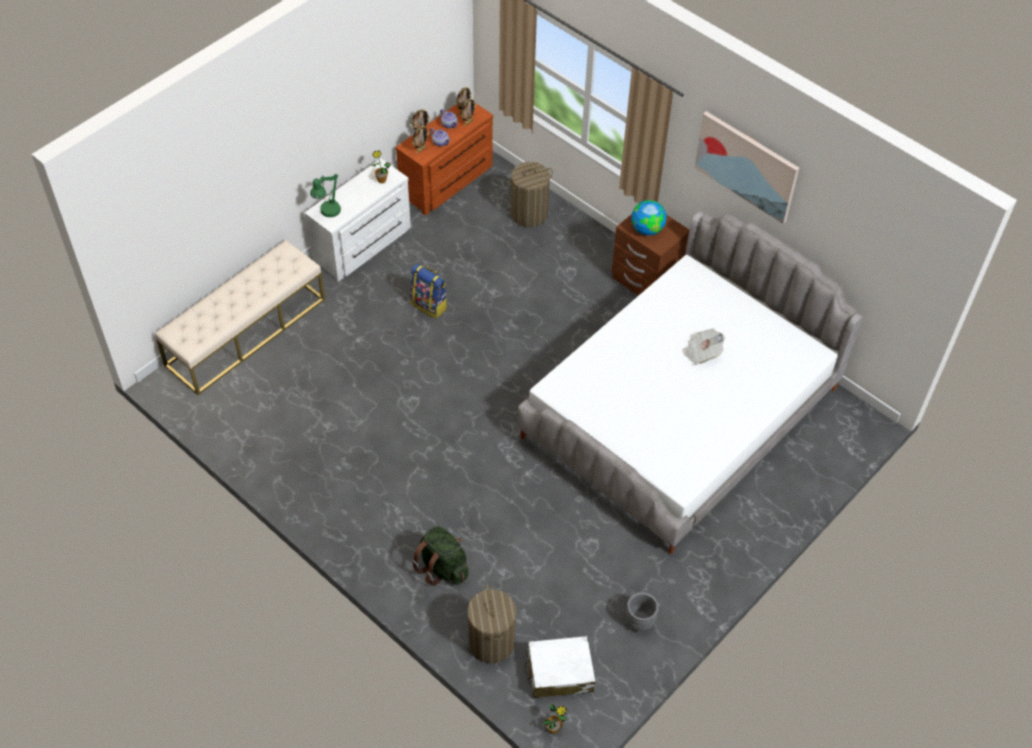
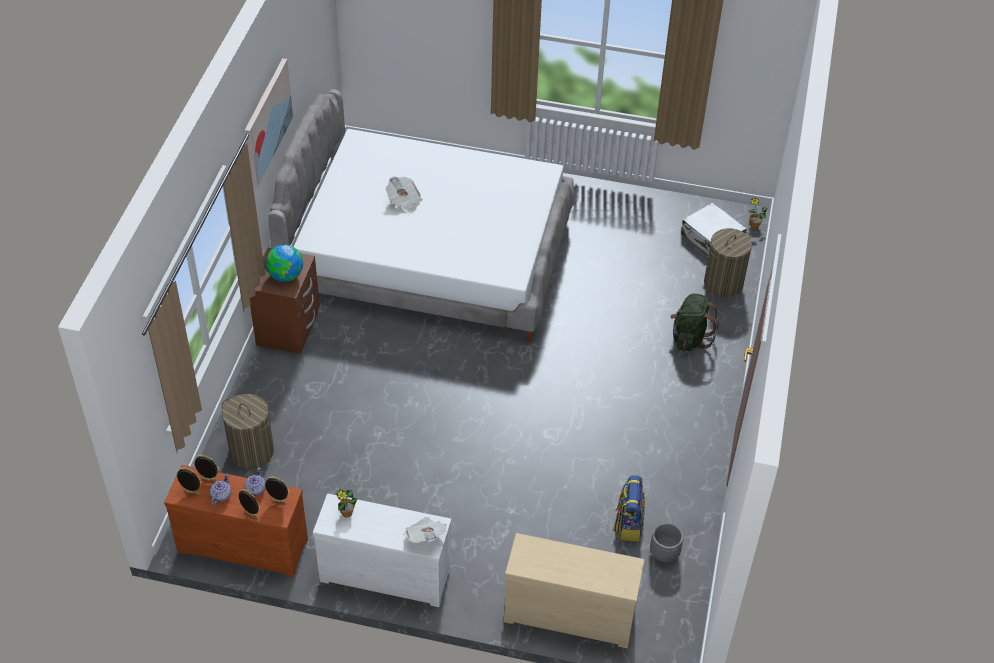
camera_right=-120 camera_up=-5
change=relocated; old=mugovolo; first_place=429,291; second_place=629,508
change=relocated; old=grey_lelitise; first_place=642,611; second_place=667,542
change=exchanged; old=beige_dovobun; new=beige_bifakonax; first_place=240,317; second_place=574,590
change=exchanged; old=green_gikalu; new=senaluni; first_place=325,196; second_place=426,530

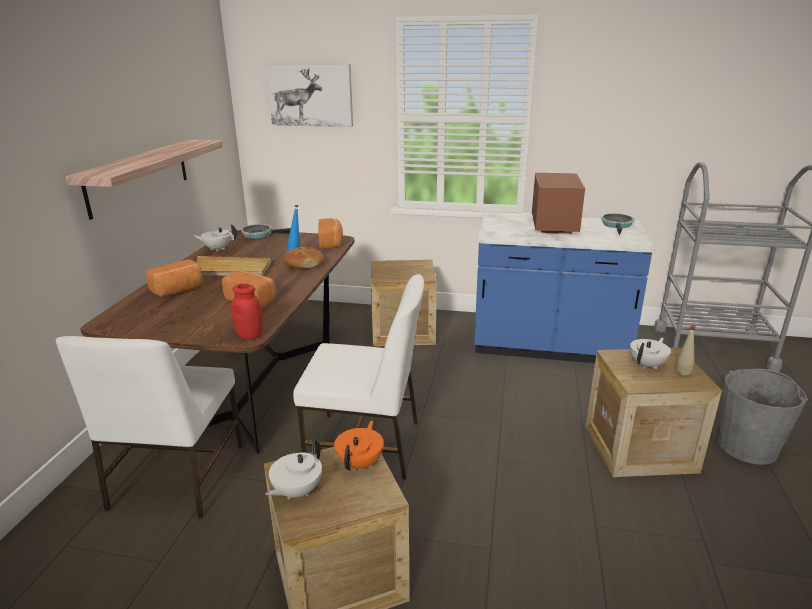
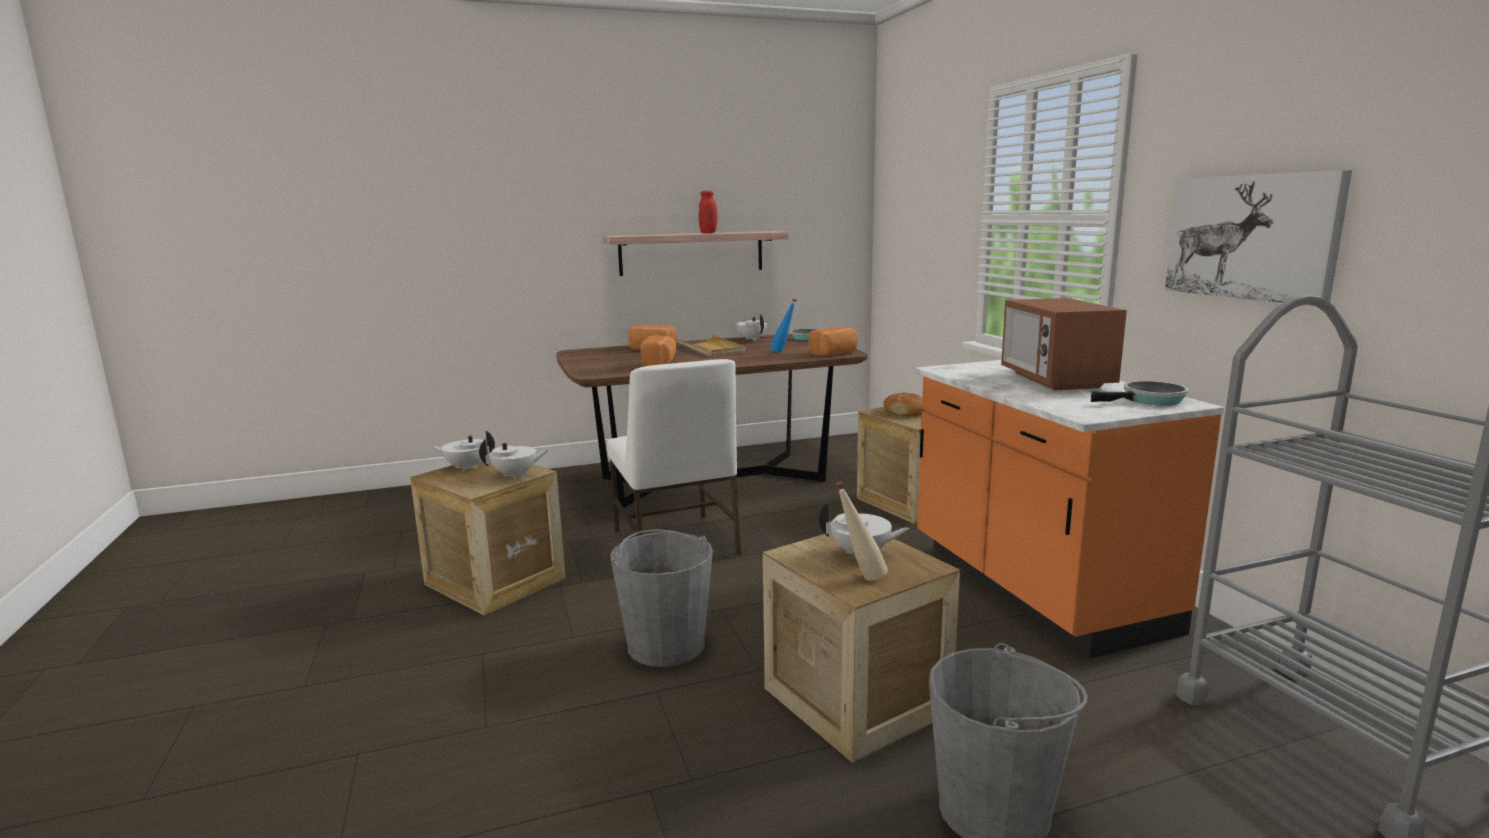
camera_right=60 camera_up=-10
change=missing; old=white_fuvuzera; first_place=149,427
change=appeared; new=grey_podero; second_place=662,598
change=relocated; old=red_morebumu; first_place=247,312; second_place=708,212
change=relocated; old=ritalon; first_place=309,95; second_place=1258,238
change=relocated; old=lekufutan; first_place=304,257; second_place=904,404
change=colour; old=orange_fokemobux; new=white_fokemobux; first_place=359,446; second_place=514,459
change=colour; old=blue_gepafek; new=orange_gepafek; first_place=564,288; second_place=1069,509
change=spun; old=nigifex; first_place=558,203; second_place=1064,344; degrees=105

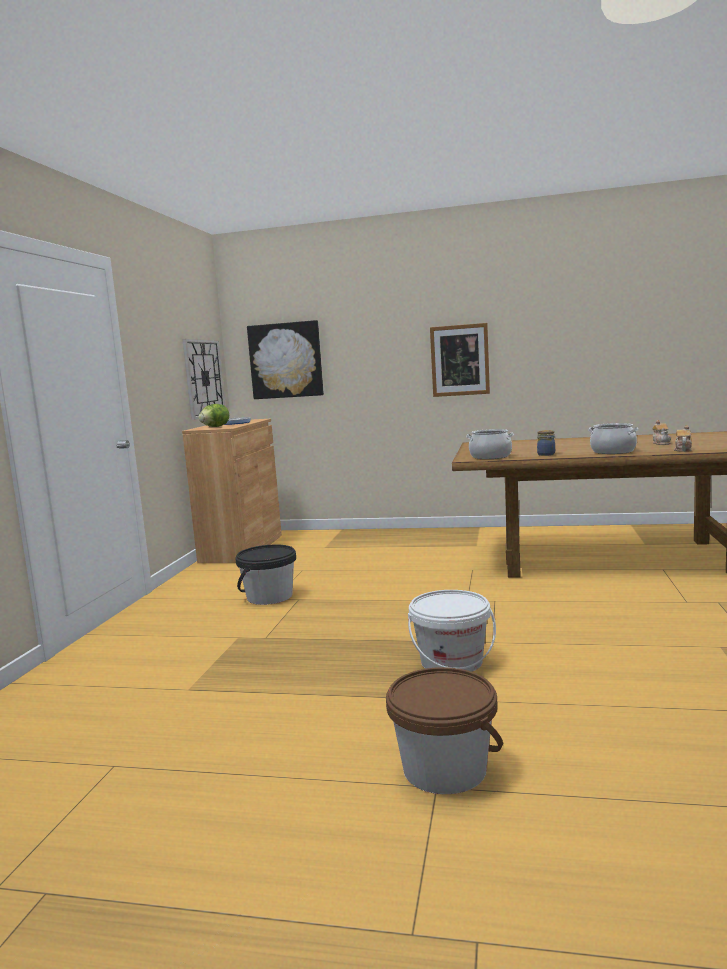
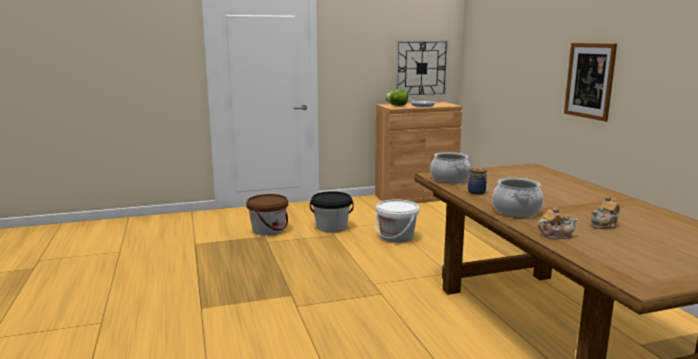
camera_right=60 camera_up=5
change=missing; old=ritalon; first_place=285,359
change=relocated; old=brown_podero; first_place=444,730; second_place=267,215
change=relocated; old=white_podero; first_place=452,631; second_place=397,221

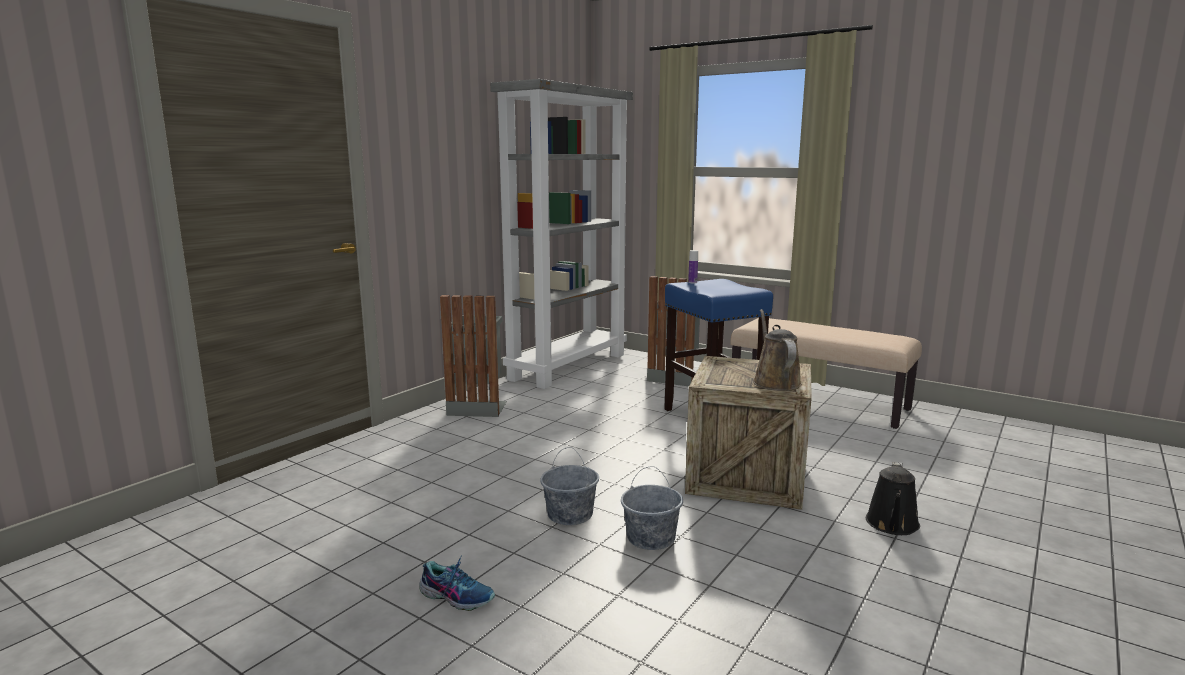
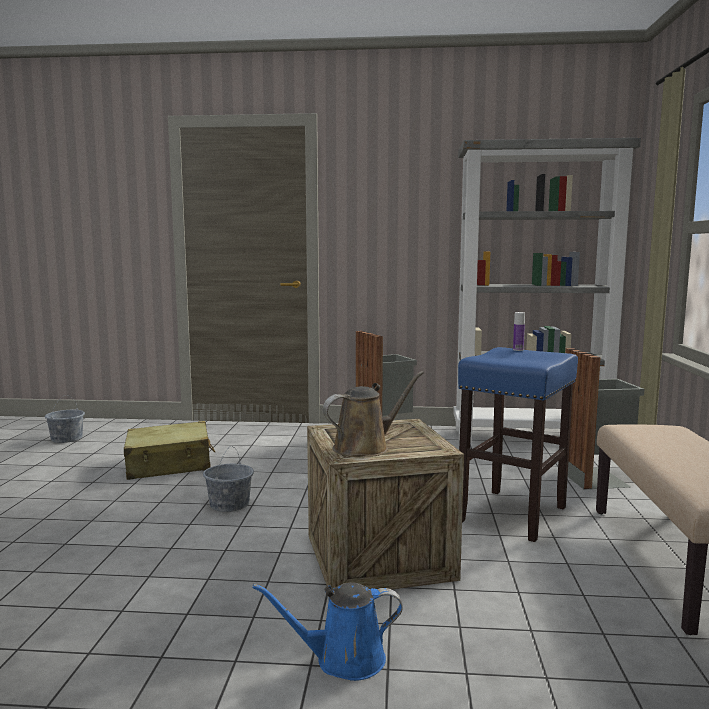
camera_right=60 camera_up=-5
change=missing; old=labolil; first_place=457,583
change=appeared; new=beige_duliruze; second_place=169,450
change=relocated; old=grey_podero; first_place=652,508; second_place=65,419
change=colour; old=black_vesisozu; new=blue_vesisozu; first_place=893,498; second_place=327,631

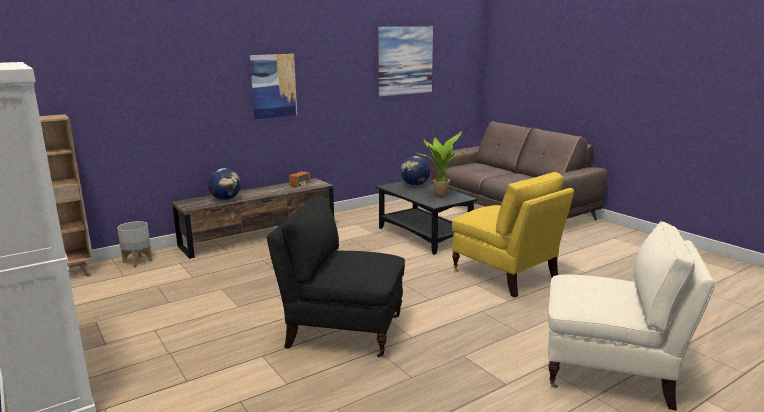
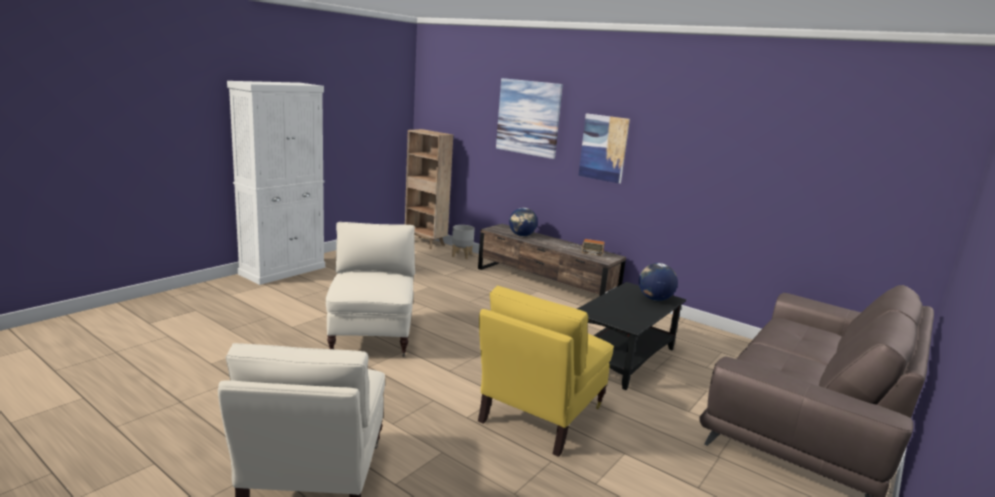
camera_right=70 camera_up=0
change=missing; old=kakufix; first_place=441,164
change=relocated; old=ritalon; first_place=405,61; second_place=529,118
change=colour; old=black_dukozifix; new=beige_dukozifix; first_place=336,276; second_place=370,289

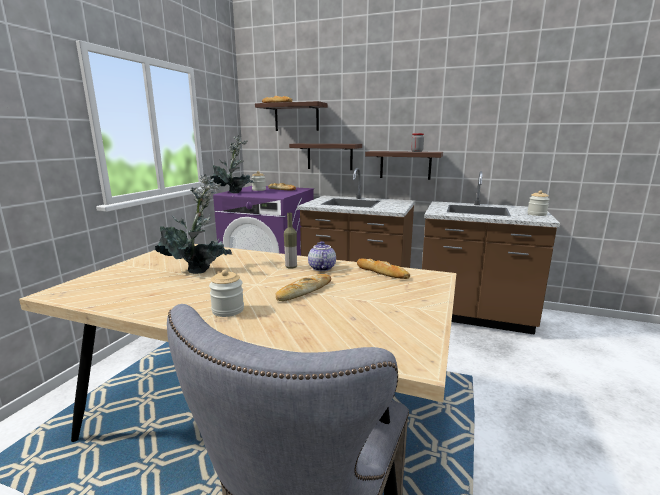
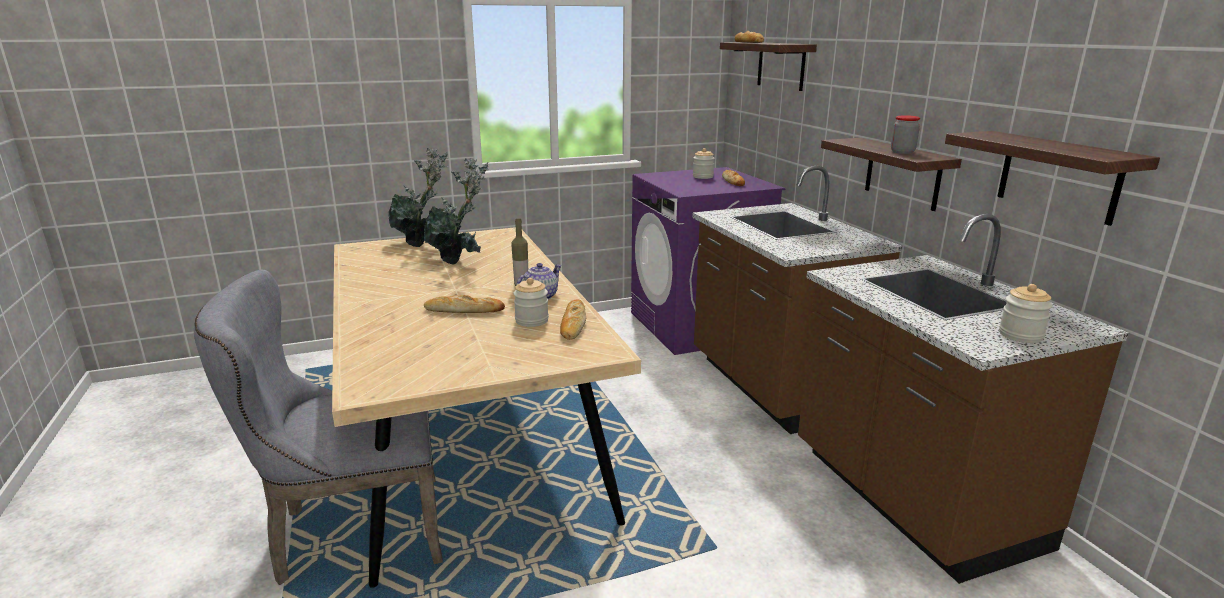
camera_right=50 camera_up=5
change=relocated; old=morebumu; first_place=226,293; second_place=531,302
change=relocated; old=kakufix; first_place=232,164; second_place=418,197
change=relocated; old=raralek; first_place=325,156; second_place=1052,178

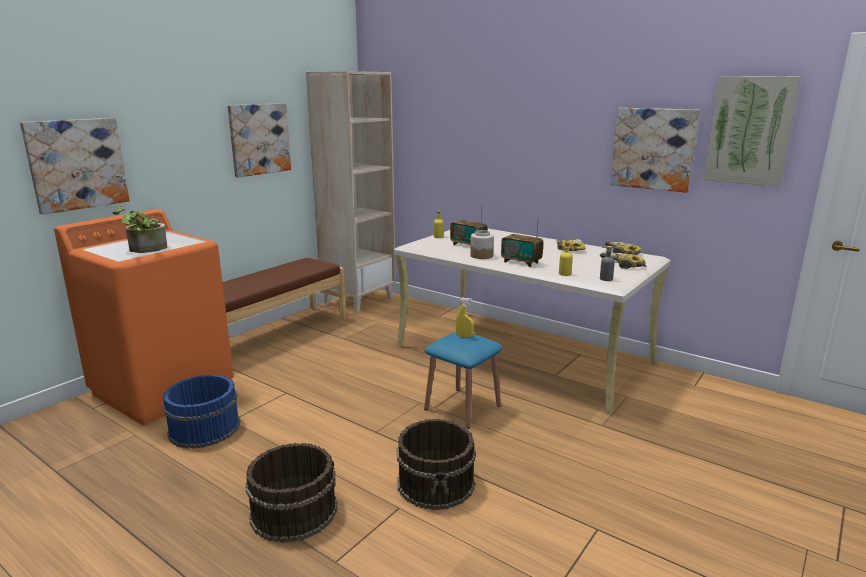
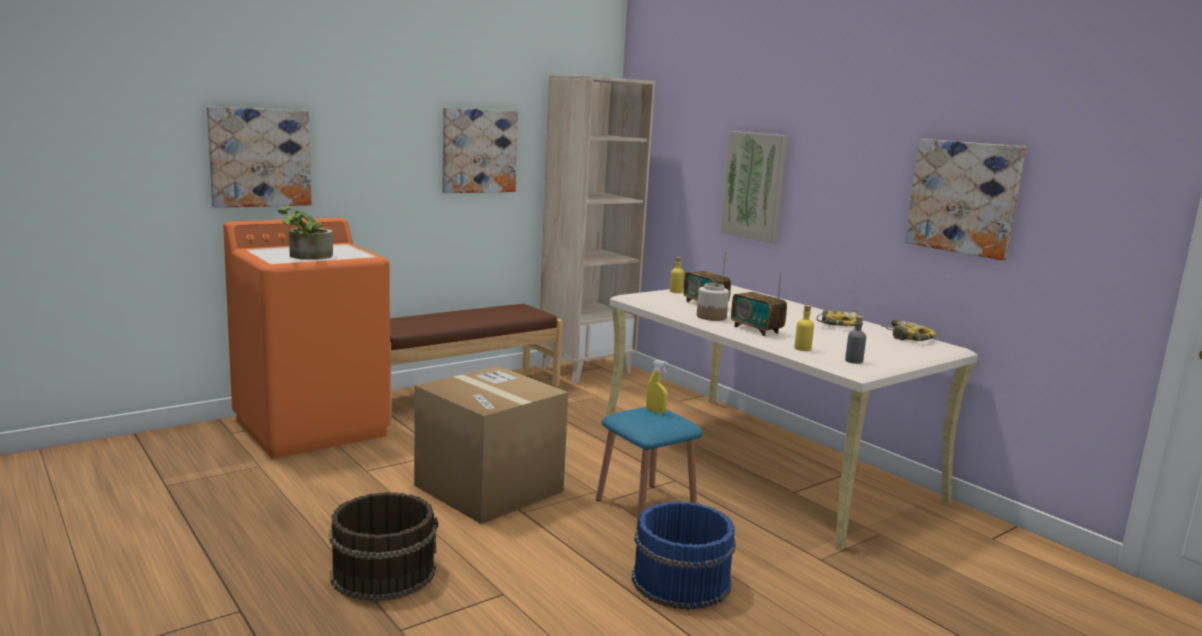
camera_right=15 camera_up=-5
change=missing; old=brown_podero; first_place=436,464
change=missing; old=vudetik; first_place=623,261
change=appeared; new=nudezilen; second_place=491,445
change=relocated; old=blue_podero; first_place=202,412; second_place=684,555
change=relocated; old=ritalon; first_place=752,131; second_place=754,187

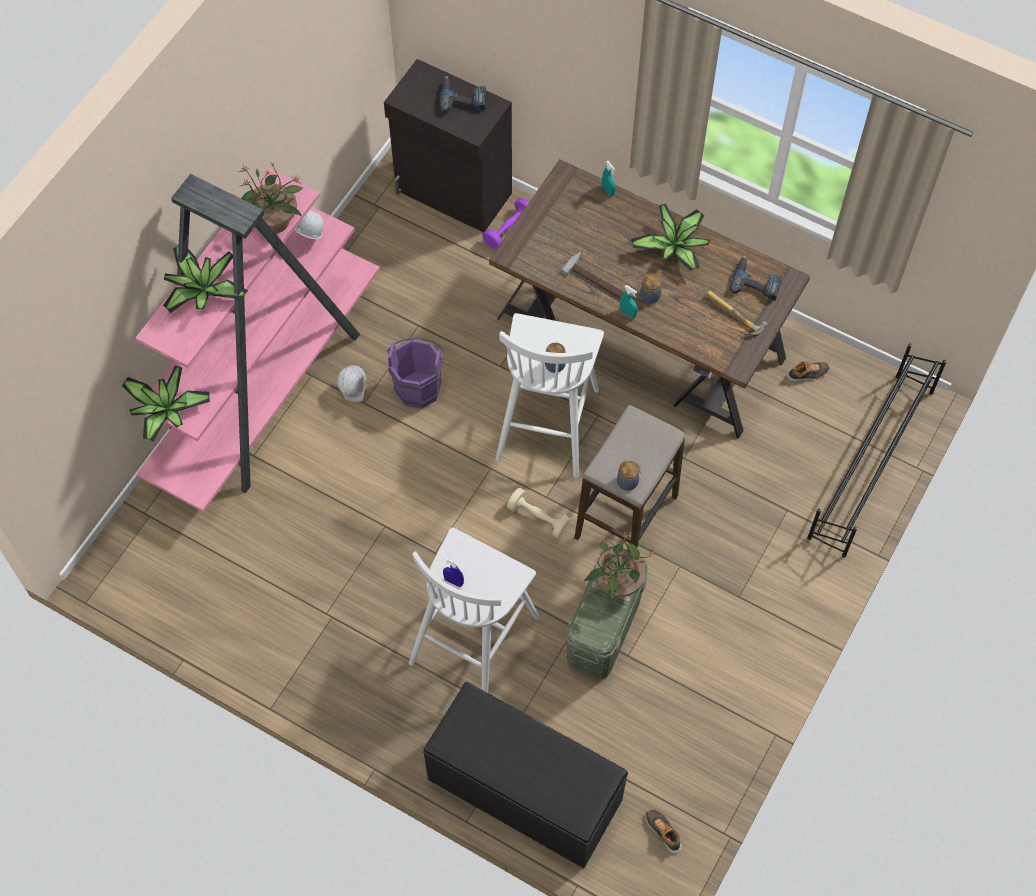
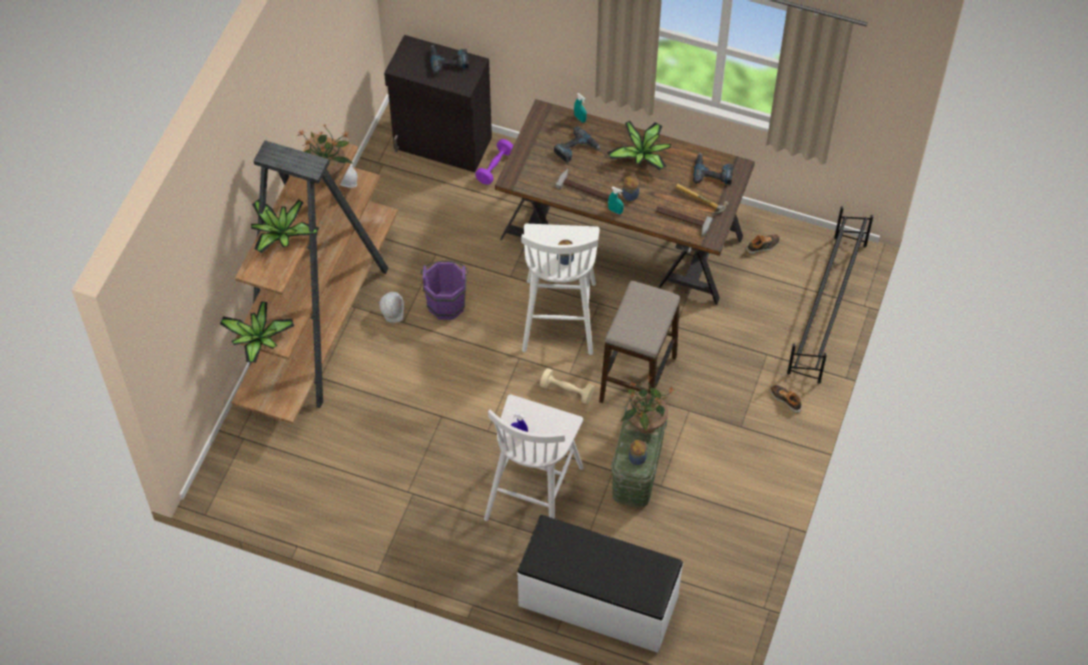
camera_right=-10 camera_up=-5
change=appeared; new=vudetik; second_place=577,144
change=appeared; new=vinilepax; second_place=684,222
change=relocated; old=morebumu; first_place=629,475; second_place=638,452
change=relocated; old=labolil; first_place=663,831; second_place=786,399
change=colour; old=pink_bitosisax; new=brown_bitosisax; first_place=257,340; second_place=314,278
change=colour; old=black_dovobun; new=white_dovobun; first_place=525,775; second_place=600,584

